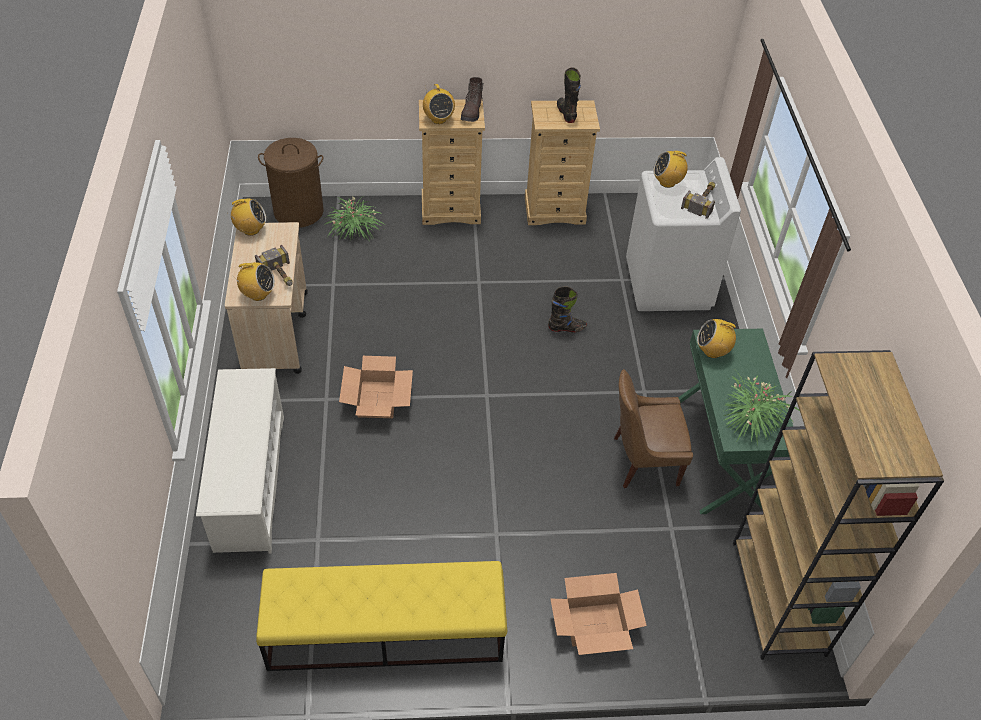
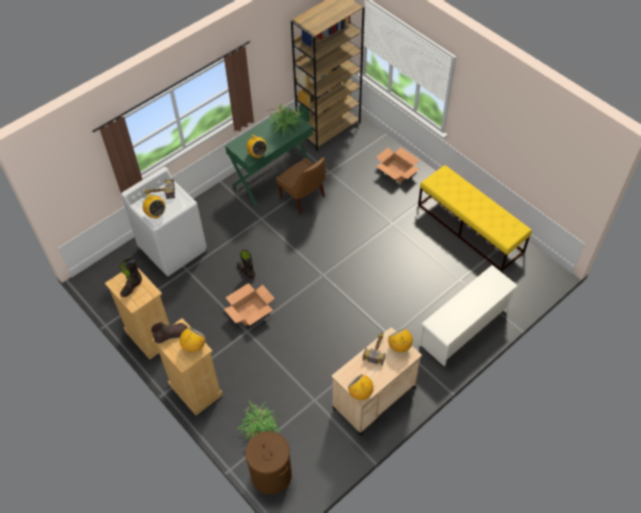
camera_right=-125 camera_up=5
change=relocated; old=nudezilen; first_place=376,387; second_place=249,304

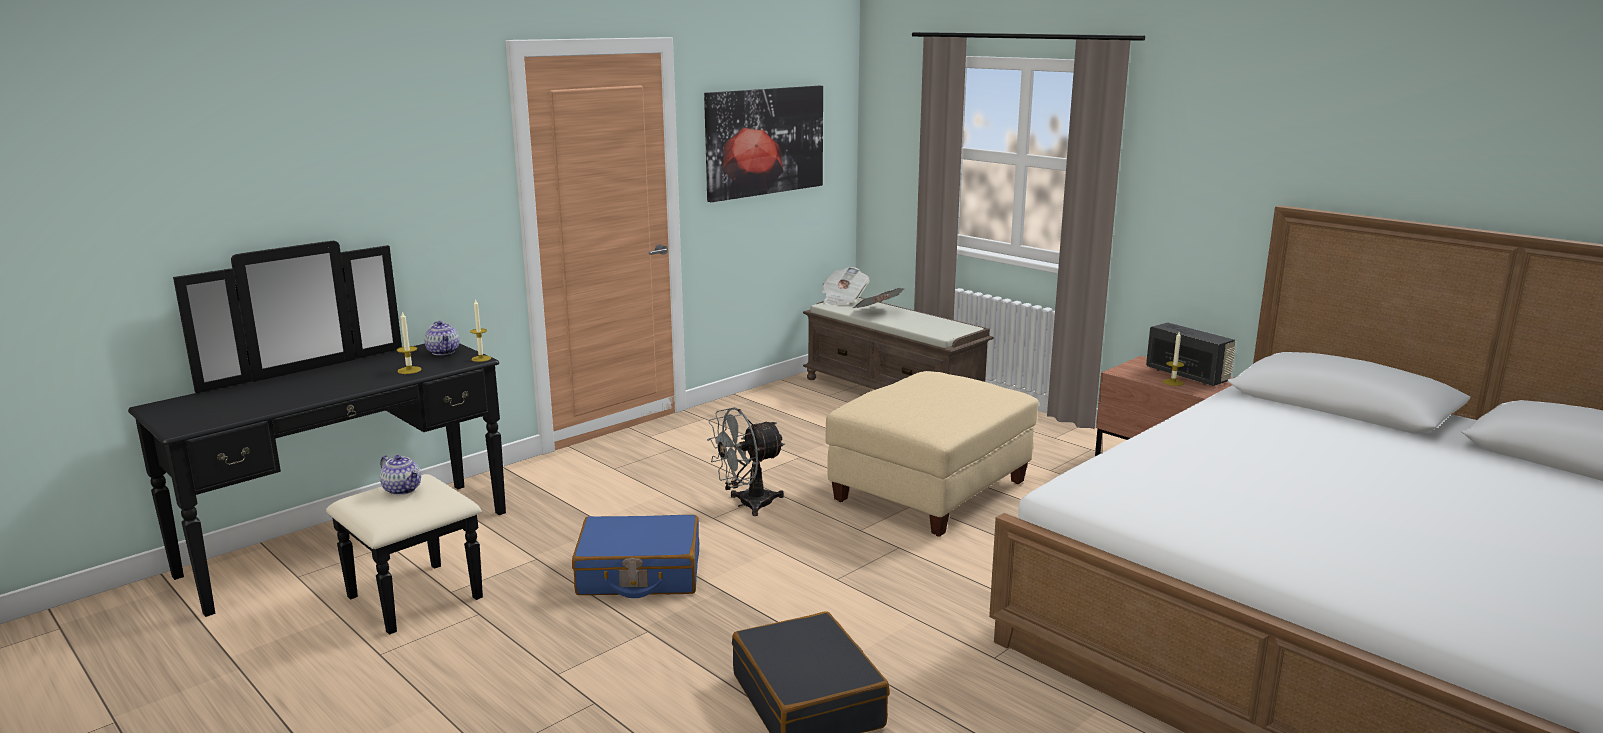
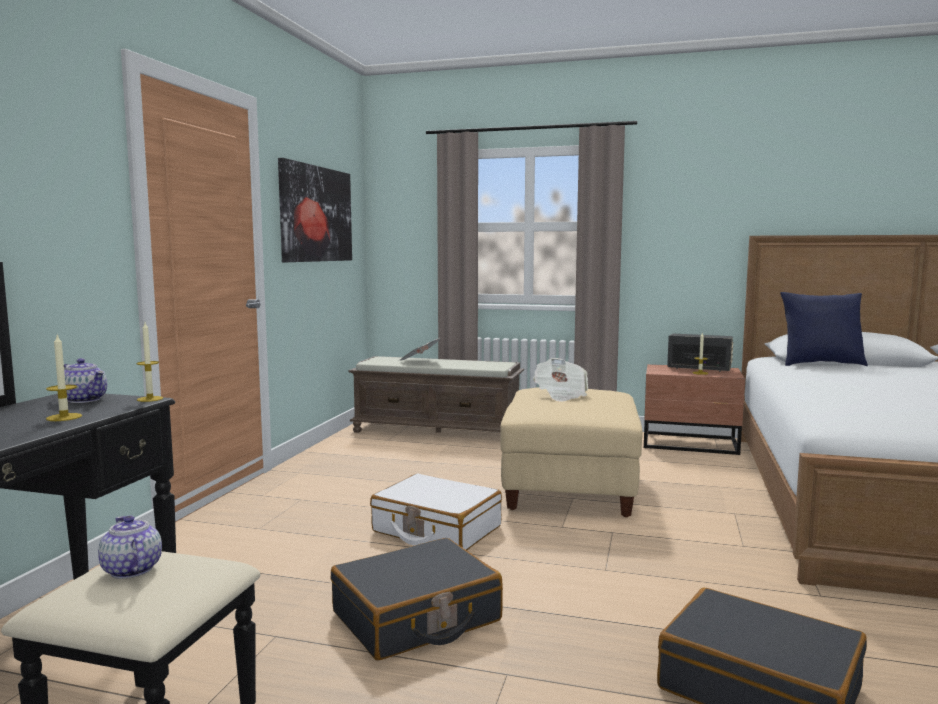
camera_right=-30 camera_up=-10
change=appeared; new=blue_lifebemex; second_place=824,329
change=relocated; old=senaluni; first_place=846,286; second_place=560,379
change=exchanged; old=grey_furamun; new=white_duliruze; first_place=746,461; second_place=436,511
change=colour; old=blue_duliruze; new=black_duliruze; first_place=635,556; second_place=417,599
change=spun; old=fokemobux; first_place=400,475; second_place=130,547; degrees=-135

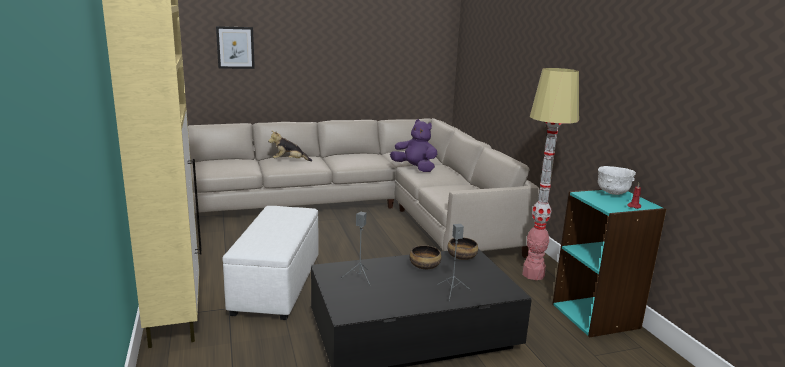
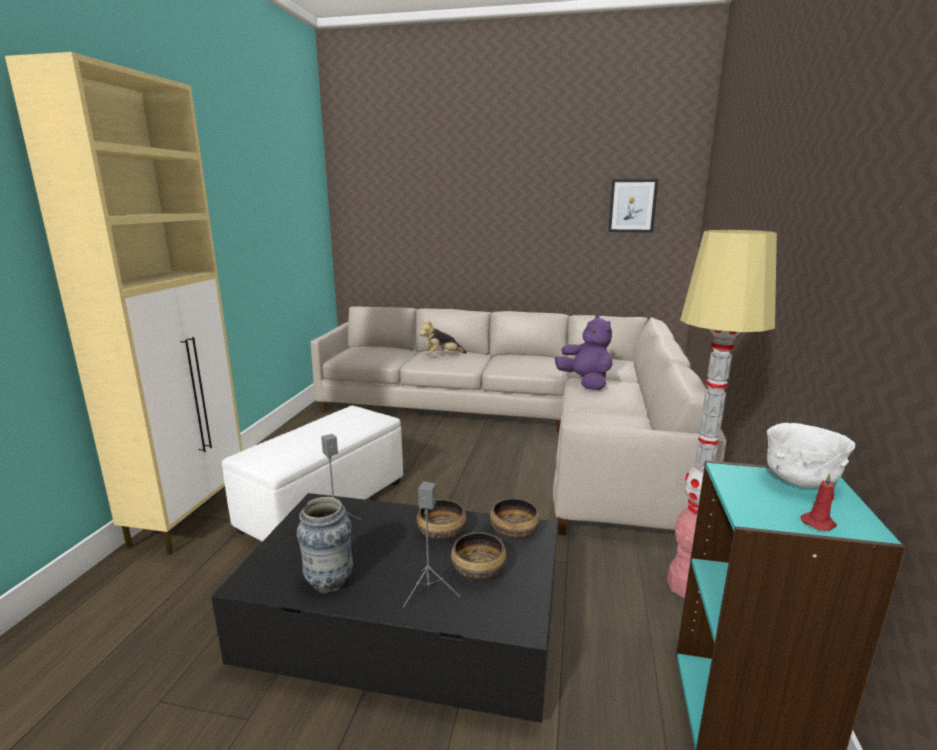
camera_right=30 camera_up=0
change=appeared; new=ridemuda; second_place=325,545
change=appeared; new=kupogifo; second_place=479,556
change=relocated; old=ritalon; first_place=235,47; second_place=633,206
change=spun; old=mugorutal; first_place=290,145; second_place=443,338; degrees=-45

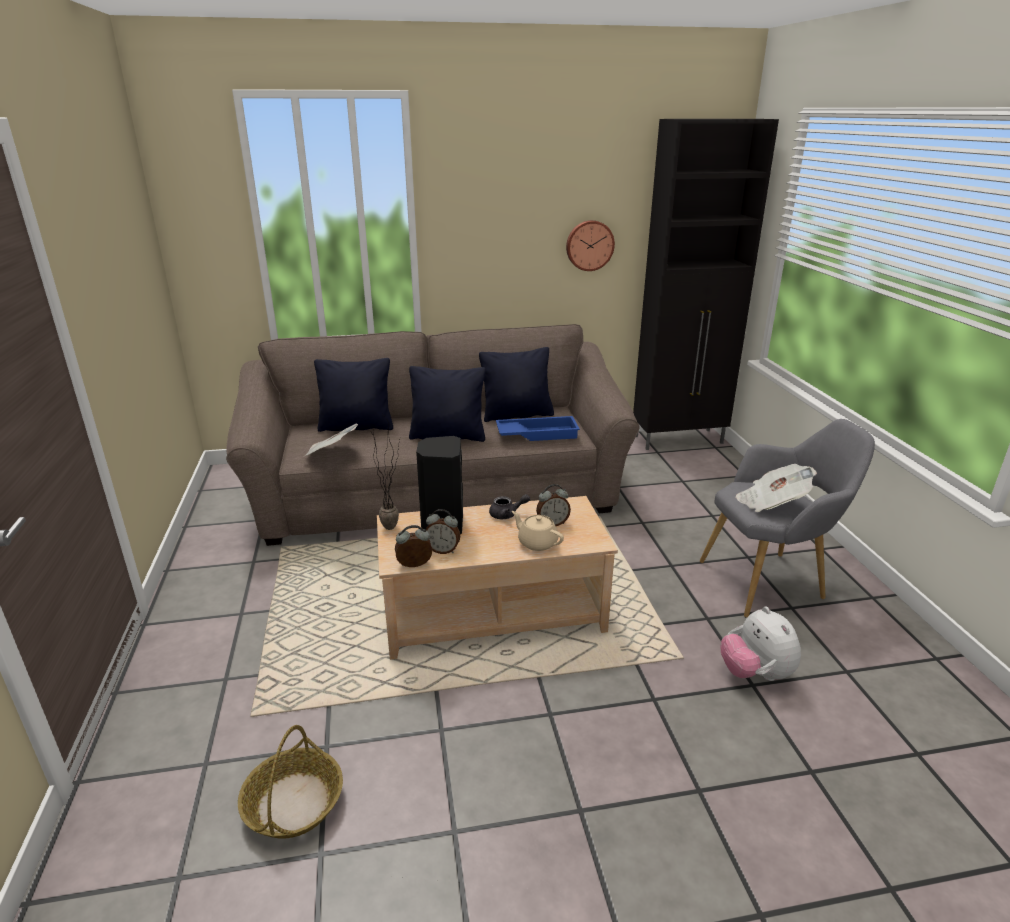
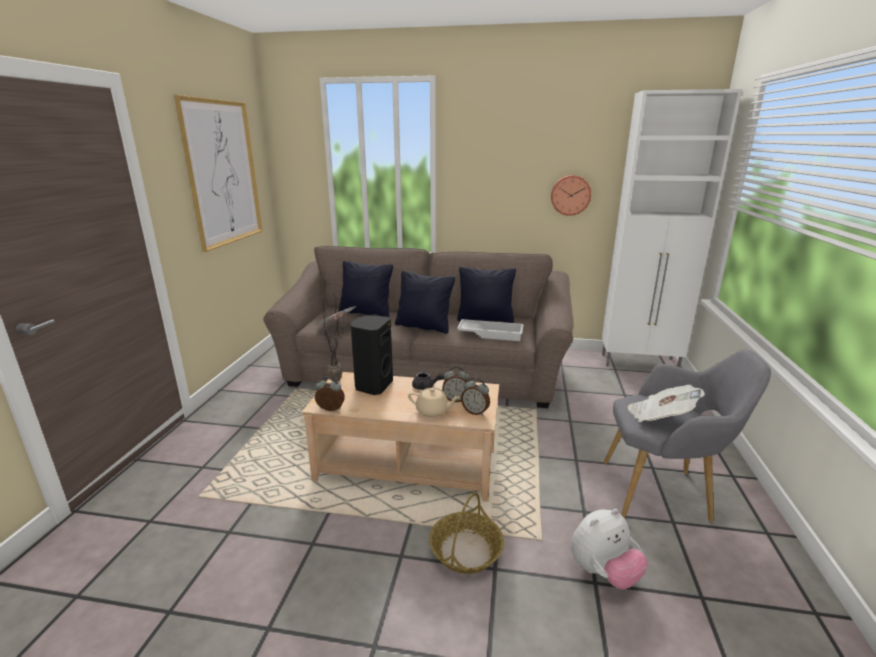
camera_right=20 camera_up=-5
change=appeared; new=ritalon; second_place=218,173
change=relocated; old=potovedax; first_place=290,782; second_place=466,533
change=relocated; old=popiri; first_place=443,531; second_place=475,396
change=colour; old=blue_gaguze; new=white_gaguze; first_place=538,428; second_place=490,330
change=colour; old=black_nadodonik; new=white_nadodonik; first_place=706,284; second_place=672,228
change=spun; old=beige_fokemobux; first_place=538,531; second_place=434,402; degrees=135
change=spun; old=mugorutal; first_place=761,643; second_place=609,549; degrees=-120

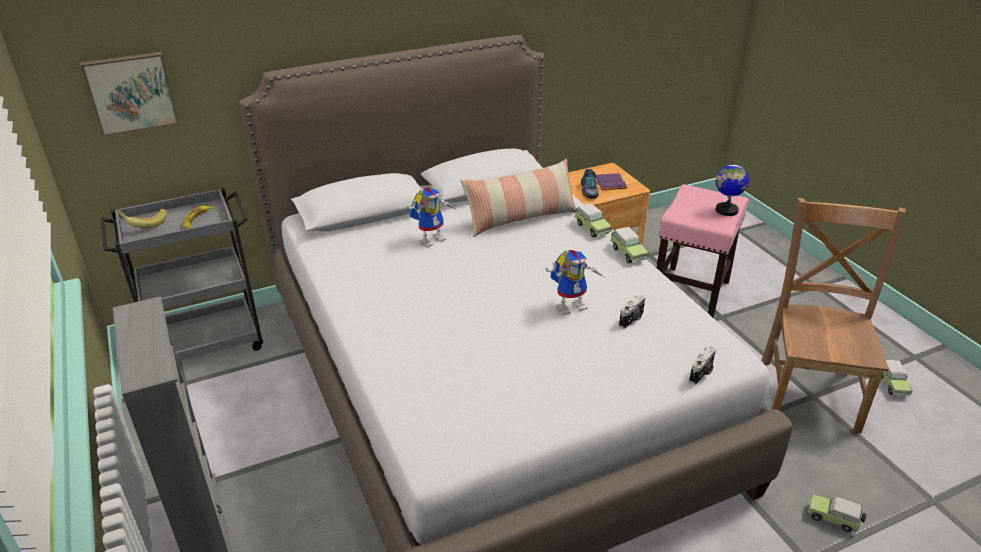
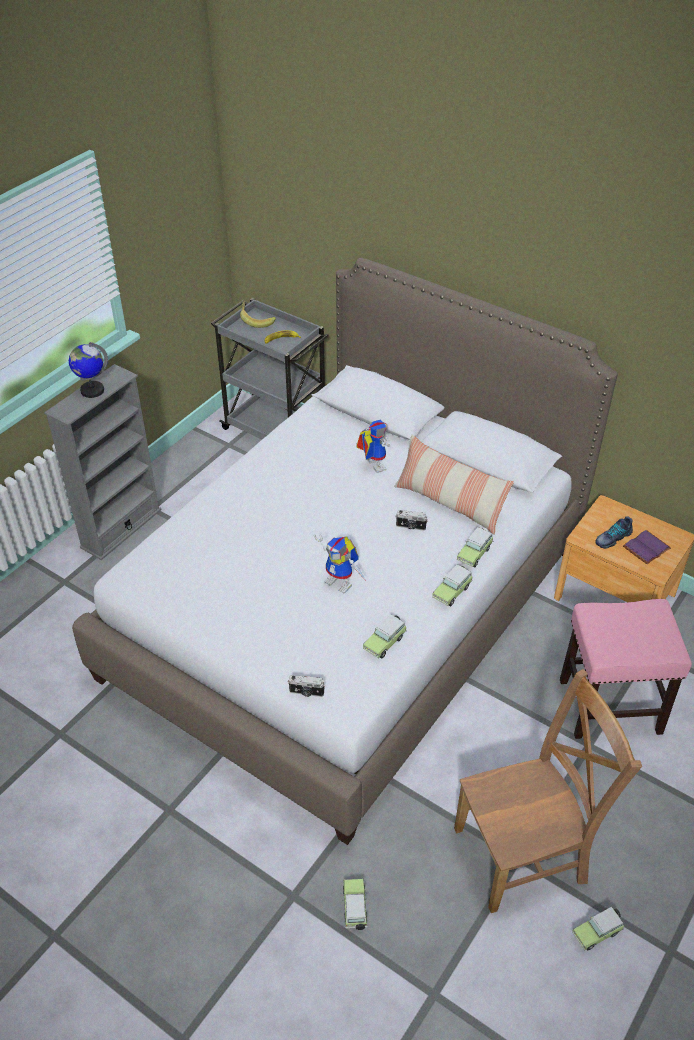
camera_right=60 camera_up=10
change=missing; old=ritalon; first_place=129,94
change=appeared; new=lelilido; second_place=385,636
change=relocated; old=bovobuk; first_place=632,312; second_place=412,520
change=relocated; old=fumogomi; first_place=732,187; second_place=88,370
change=spun; old=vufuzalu; first_place=432,218; second_place=373,446; degrees=-135

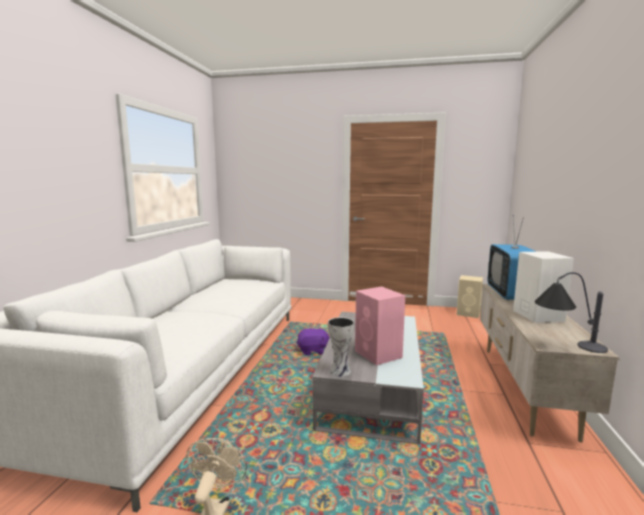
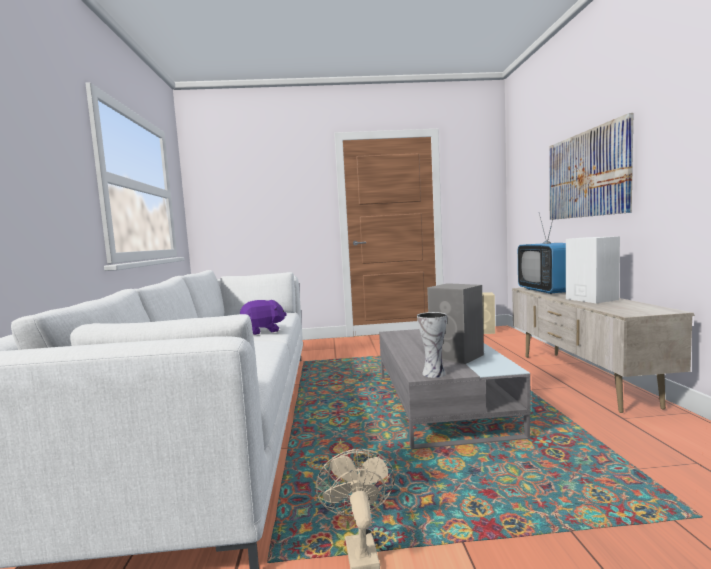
camera_right=-15 camera_up=-5
change=missing; old=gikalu; first_place=571,312
change=appeared; new=ritalon; second_place=591,166
change=relocated; old=purple_mugorutal; first_place=313,341; second_place=263,317
change=colour; old=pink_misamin; new=grey_misamin; first_place=380,325; second_place=455,323

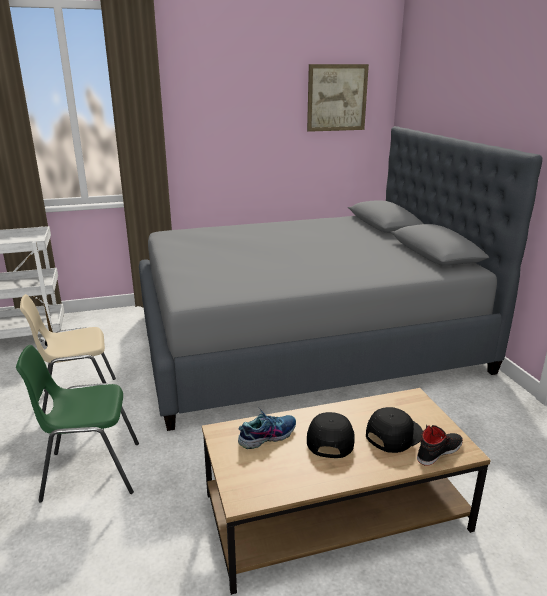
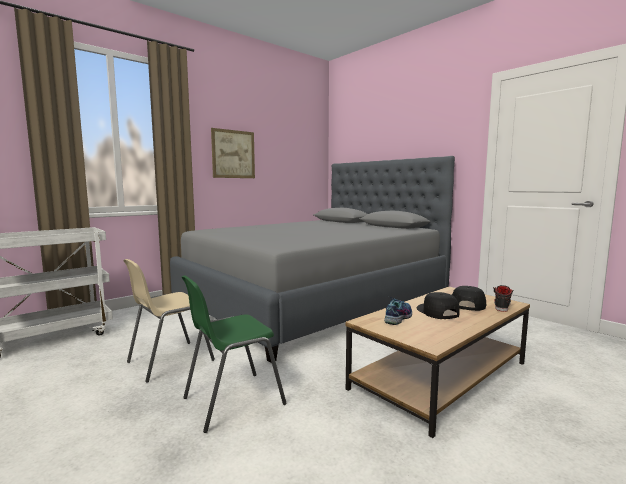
camera_right=-25 camera_up=-15
change=relocated; old=ritalon; first_place=338,98; second_place=233,153

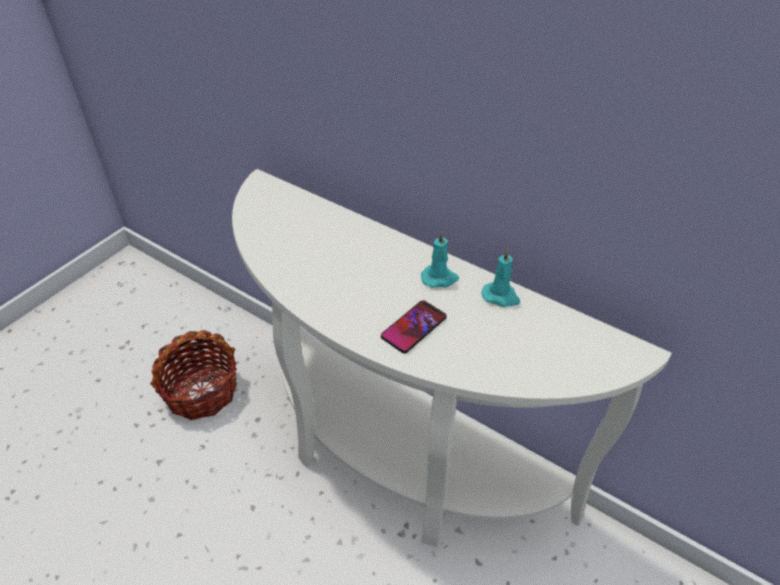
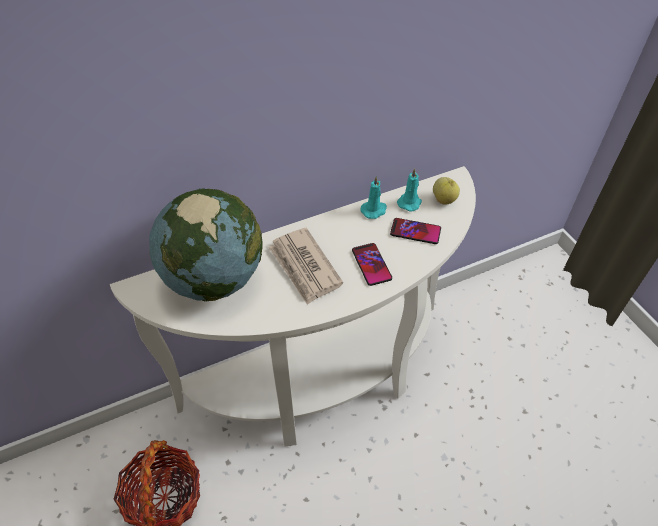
camera_right=-60 camera_up=5
change=appeared; new=fumogomi; second_place=205,244
change=appeared; new=senaluni; second_place=305,266
change=appeared; new=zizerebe; second_place=415,231
change=appeared; new=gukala; second_place=446,191
change=relocated; old=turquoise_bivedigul; first_place=440,259; second_place=409,189

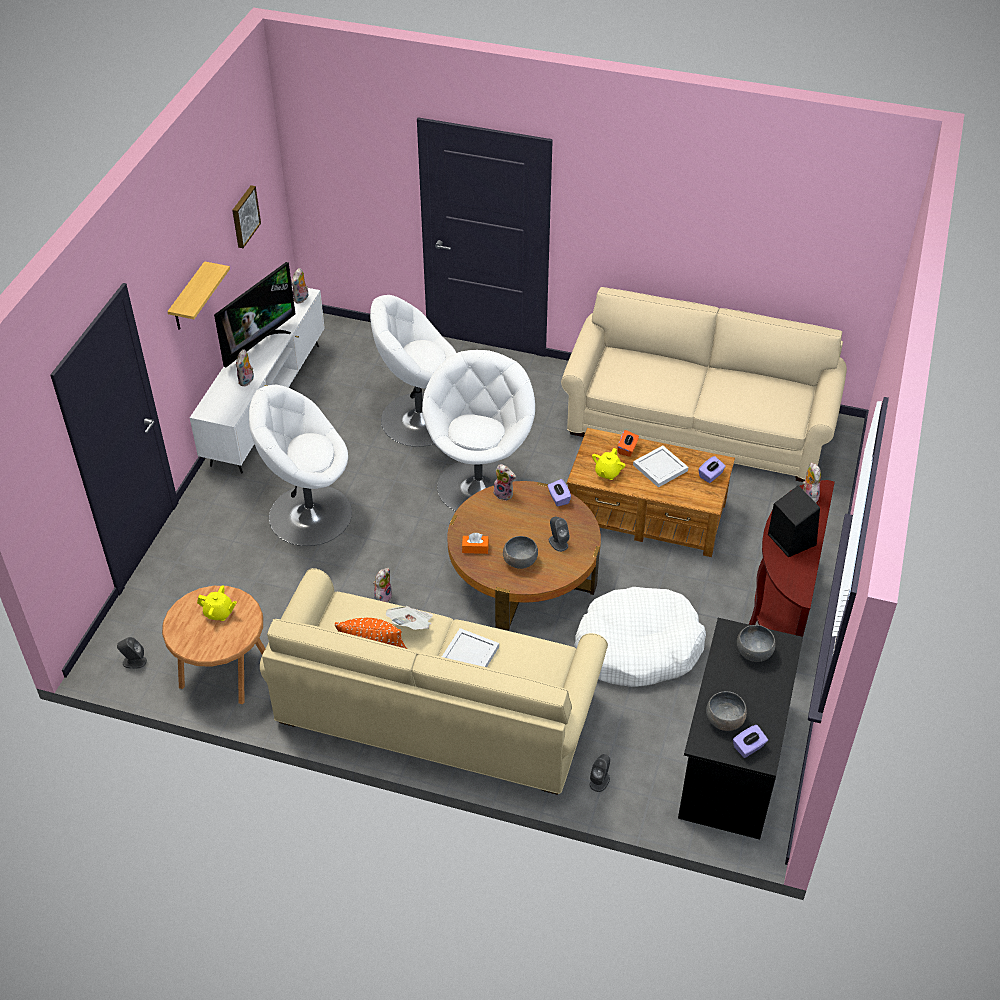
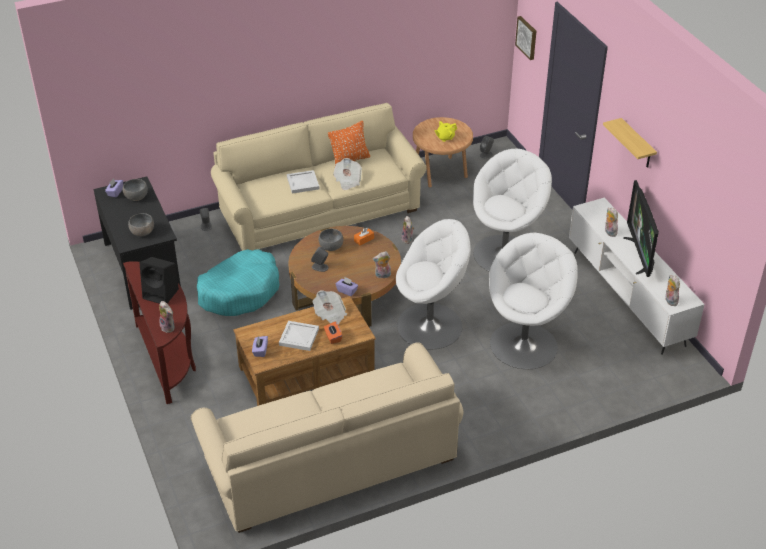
camera_right=140 camera_up=-5
change=relocated; old=ritalon; first_place=246,216; second_place=525,38
change=exchanged; old=yellow_fokemobux; new=senaluni; first_place=609,464; second_place=330,307
change=colour; old=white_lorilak; new=turquoise_lorilak; first_place=640,637; second_place=238,282
change=spun; old=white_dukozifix; first_place=478,430; second_place=433,284; degrees=-75

